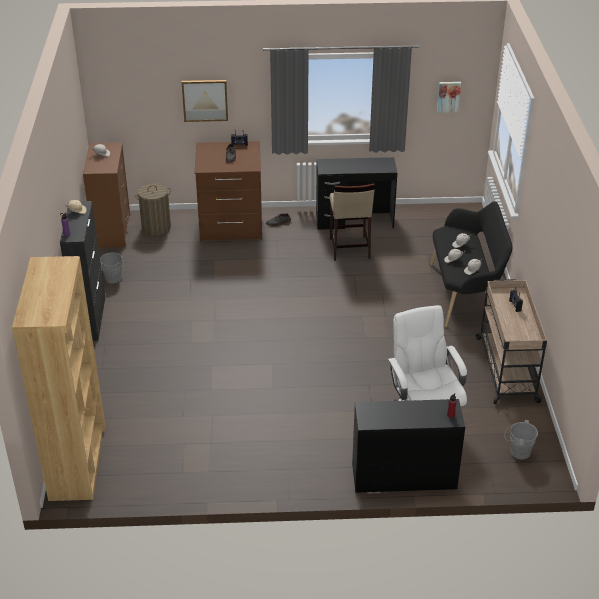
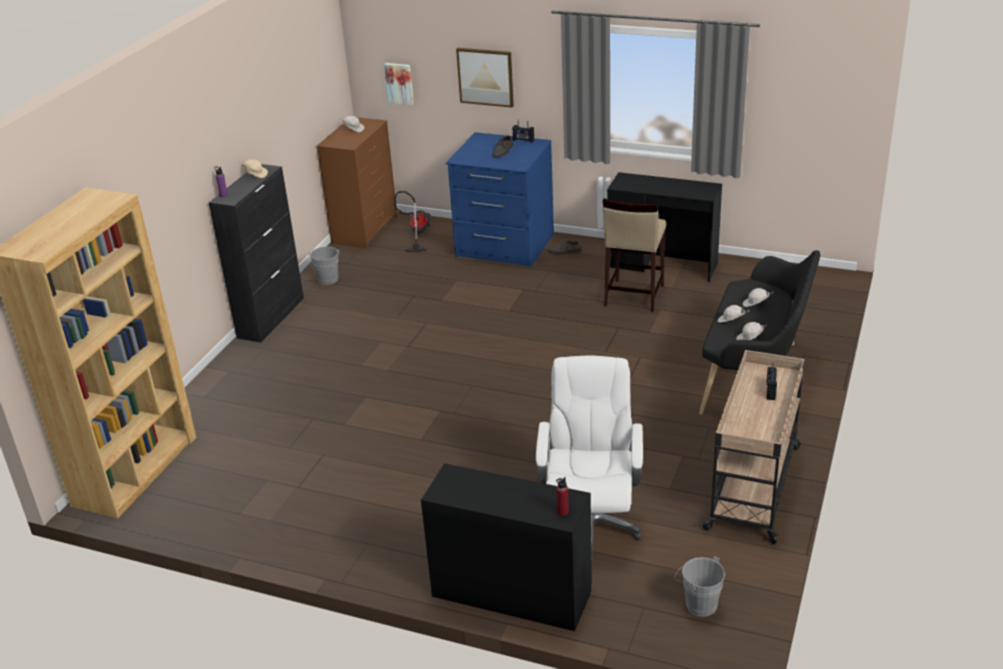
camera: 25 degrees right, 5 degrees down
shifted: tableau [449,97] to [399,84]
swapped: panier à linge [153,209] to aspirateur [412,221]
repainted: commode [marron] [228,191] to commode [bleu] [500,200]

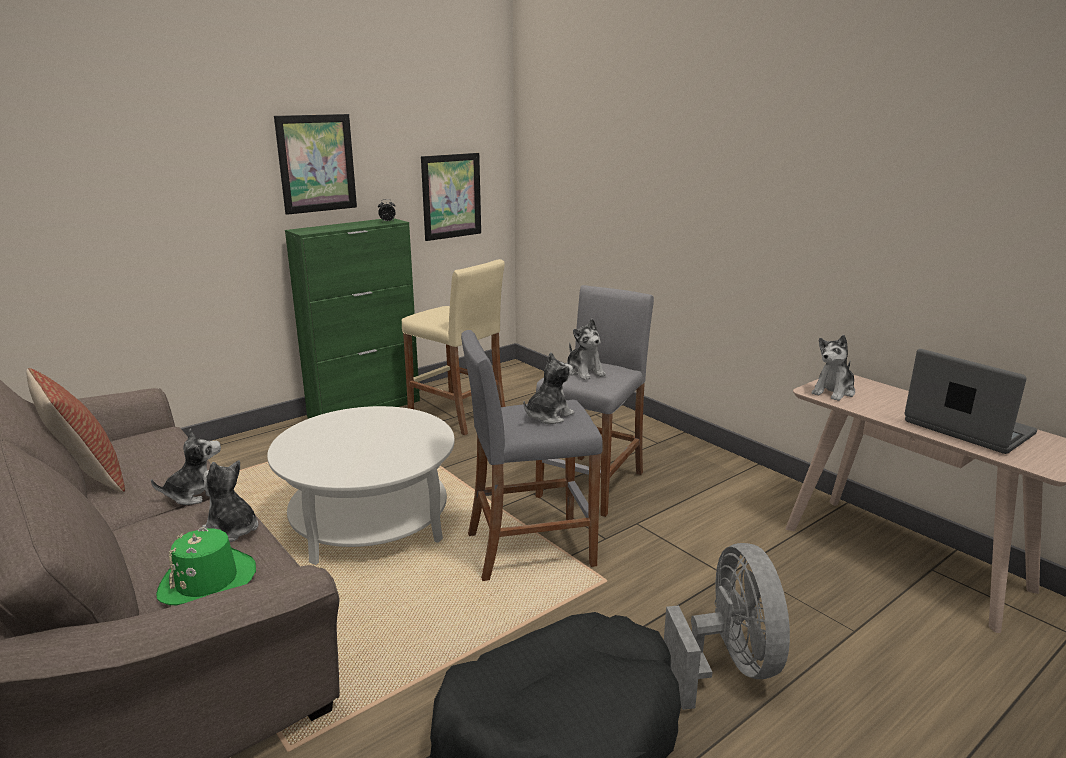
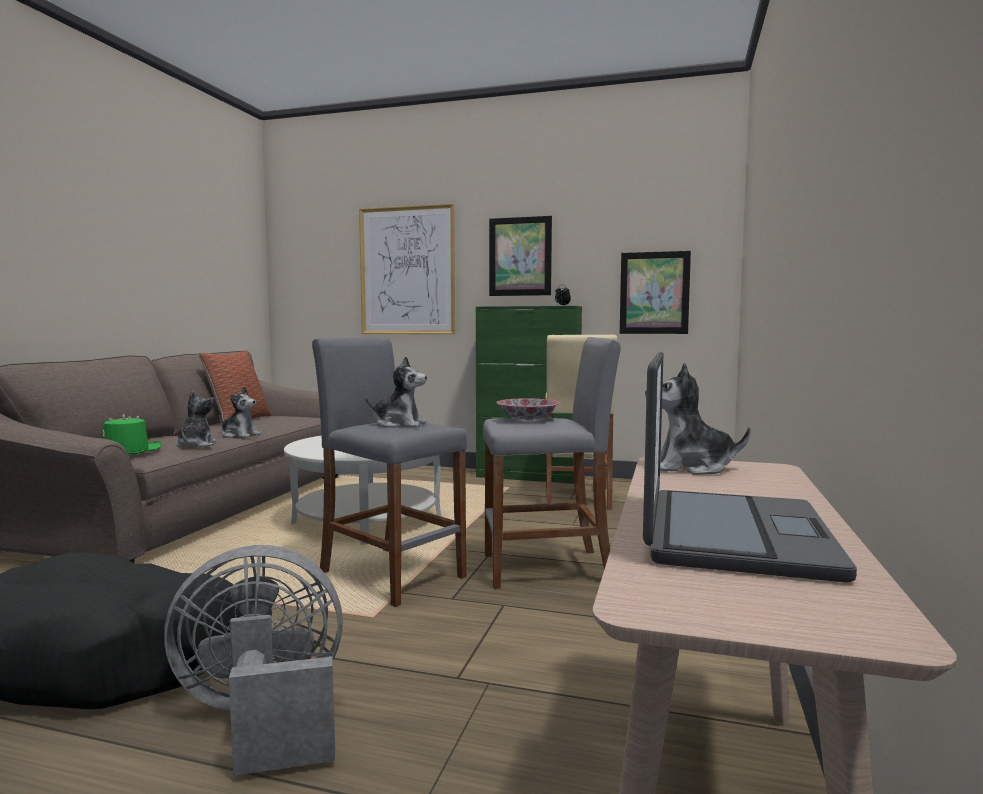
camera: 55 degrees right, 15 degrees down
new: tableau [407,269]
swapped: peluche [586,349] to bol [528,409]
rotated: ventilateur [gris] [727,626] = [253,660] 150 degrees counterclockwise

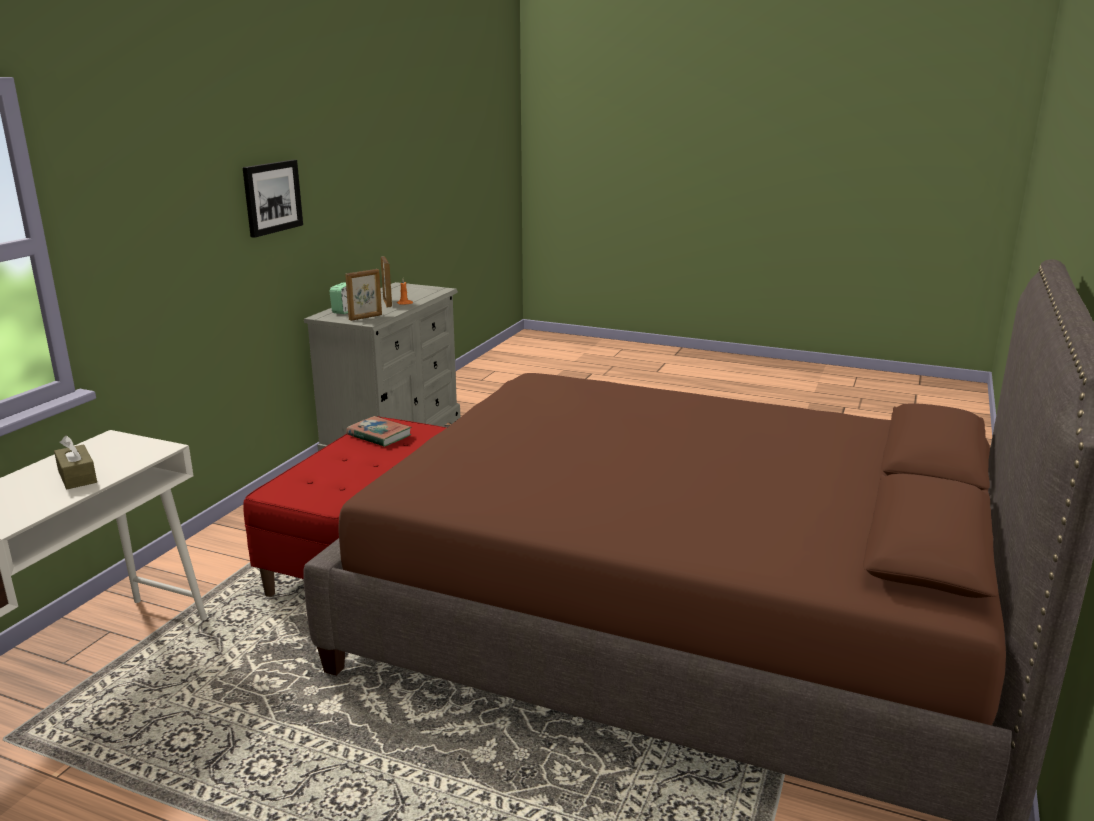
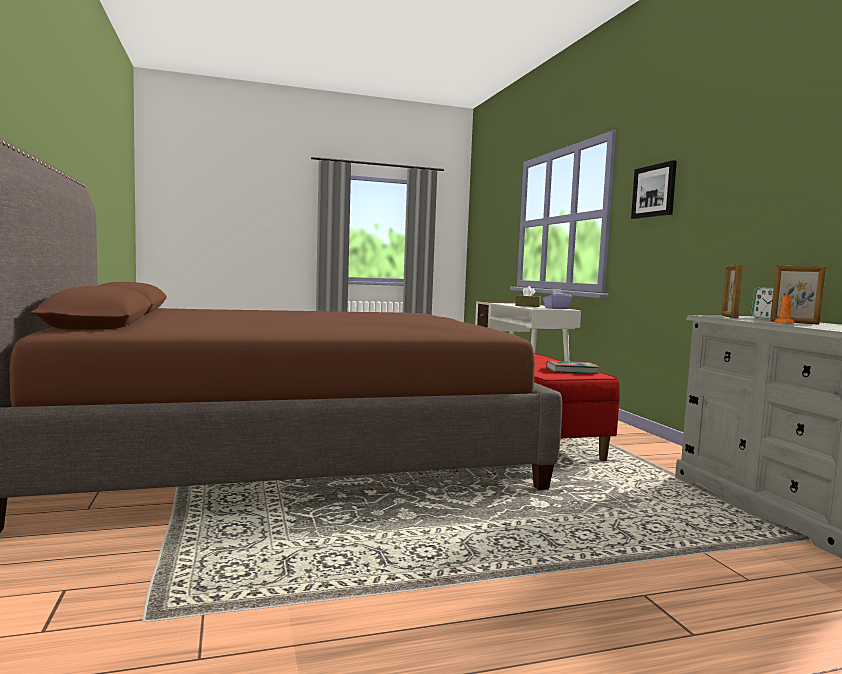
camera: 140 degrees right, 15 degrees down
new: boîte à mouchoirs [violet] [557,299]
shifted: tableau [273,199] to [654,189]

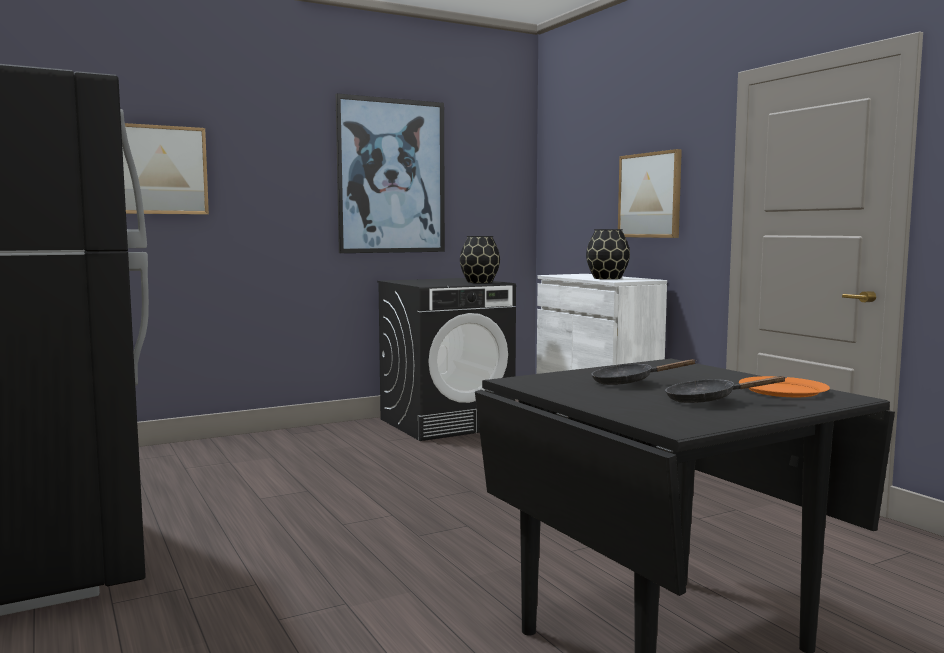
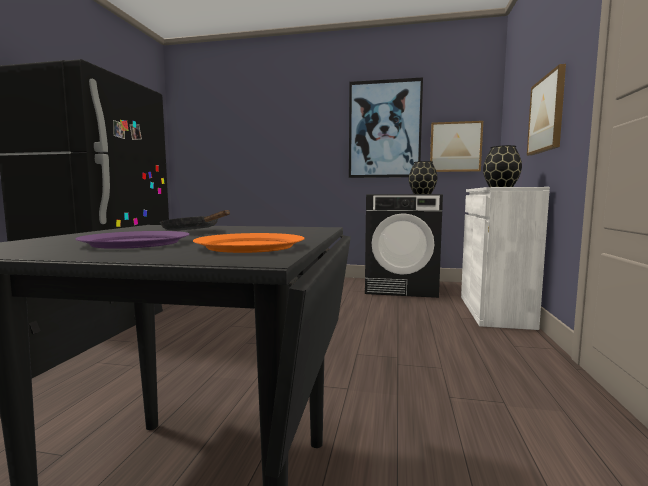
camera: 40 degrees right, 0 degrees up
shifted: tableau [165,168] to [456,146]
swapped: poêle [noir] [726,389] to assiette [violet] [132,240]

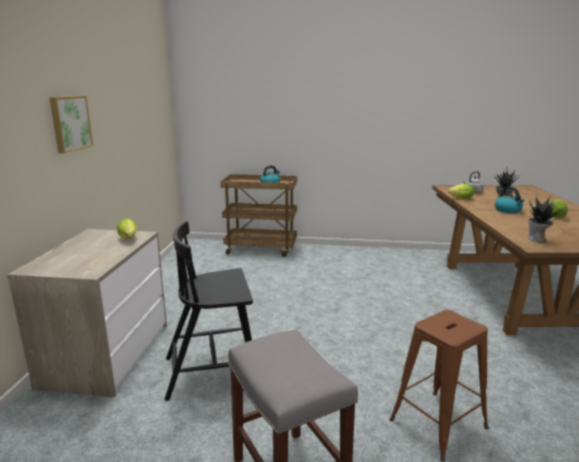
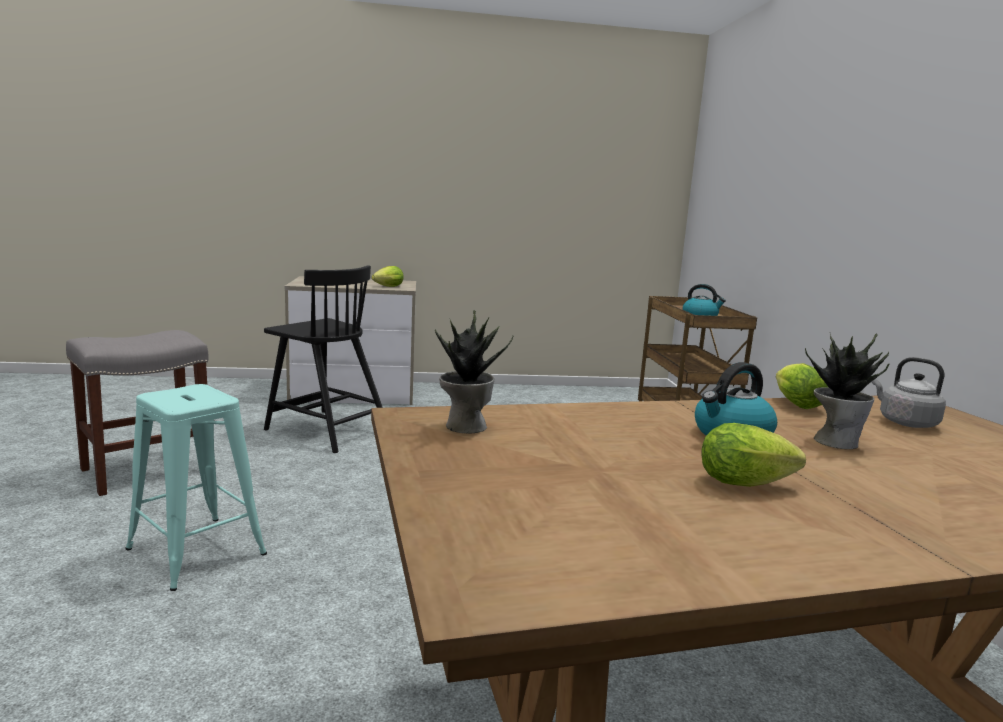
camera: 75 degrees right, 5 degrees down
gone: tableau [71,124]
repainted: tabouret [marron] [439,385] to tabouret [turquoise] [196,487]
rotated: chaise [noir] [209,311] = [323,359] 150 degrees clockwise

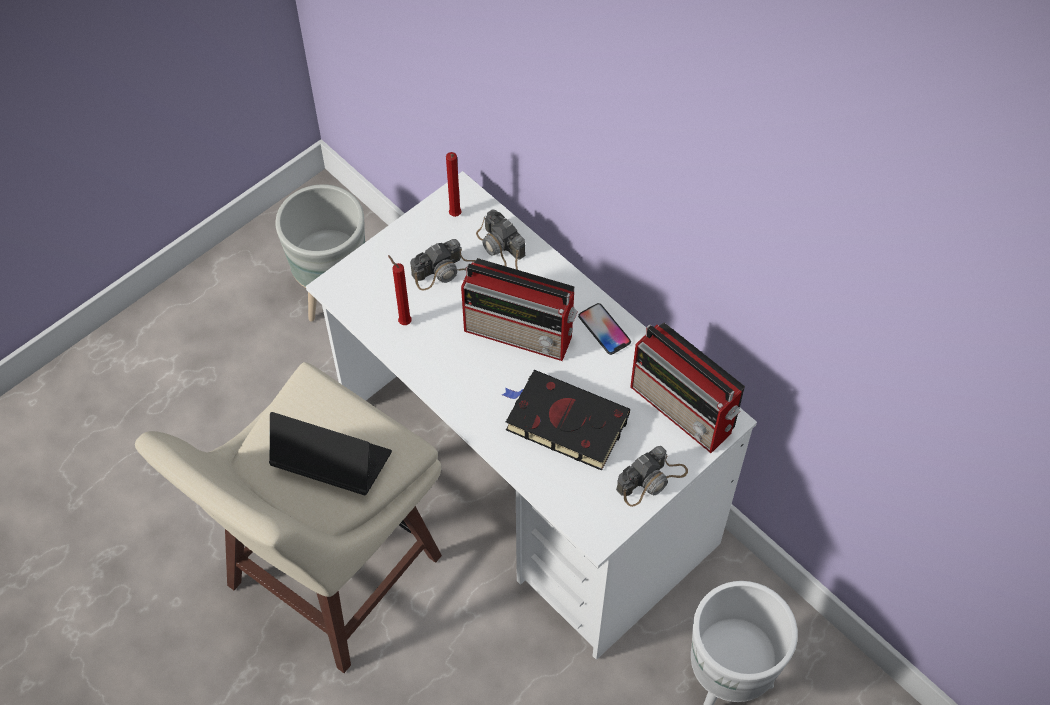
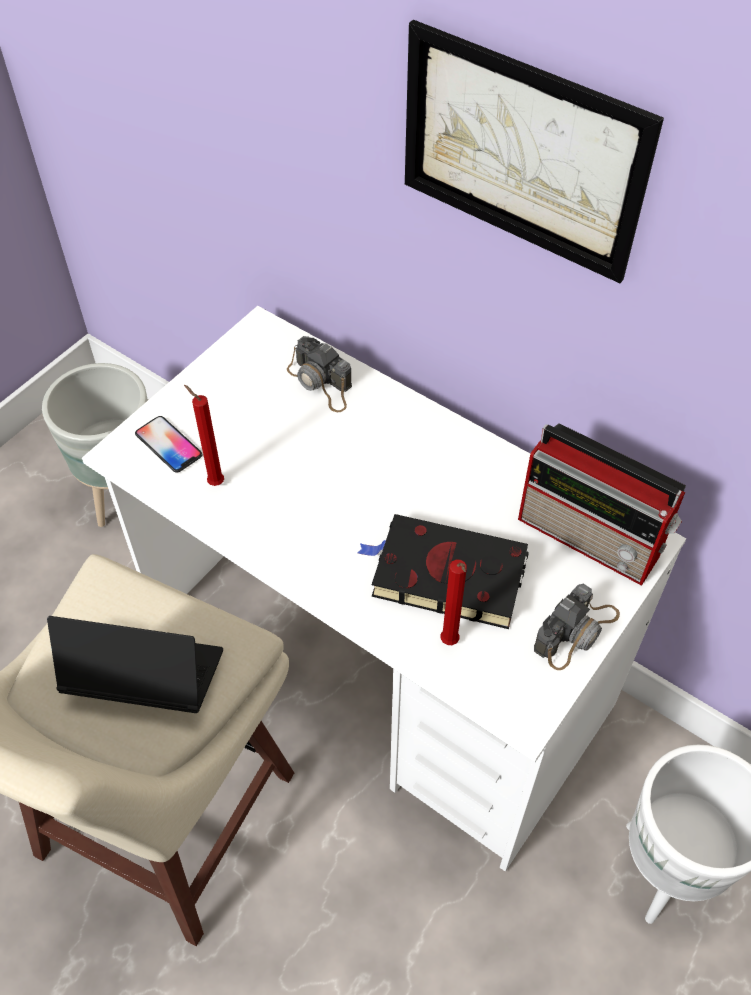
camera: 10 degrees left, 5 degrees down
gone: appareil photo [442,265]; radio [519,309]
new: tableau [534,151]
shifted: bougie [rouge] [454,184] to [453,602]; téléphone [604,329] to [169,444]

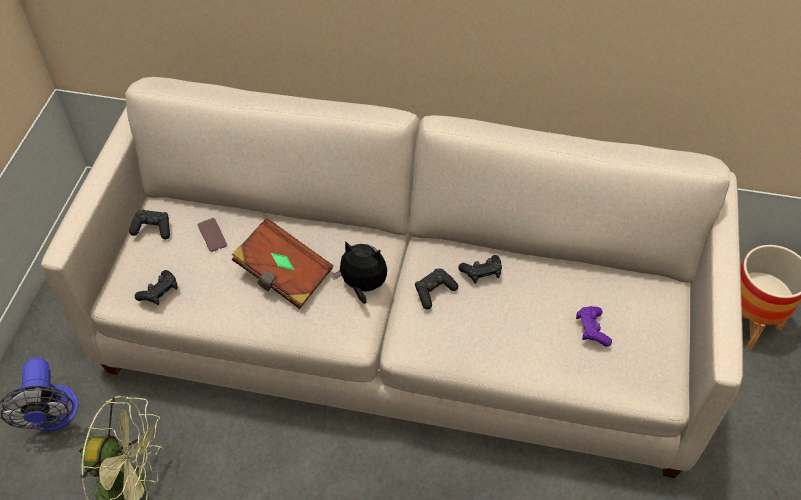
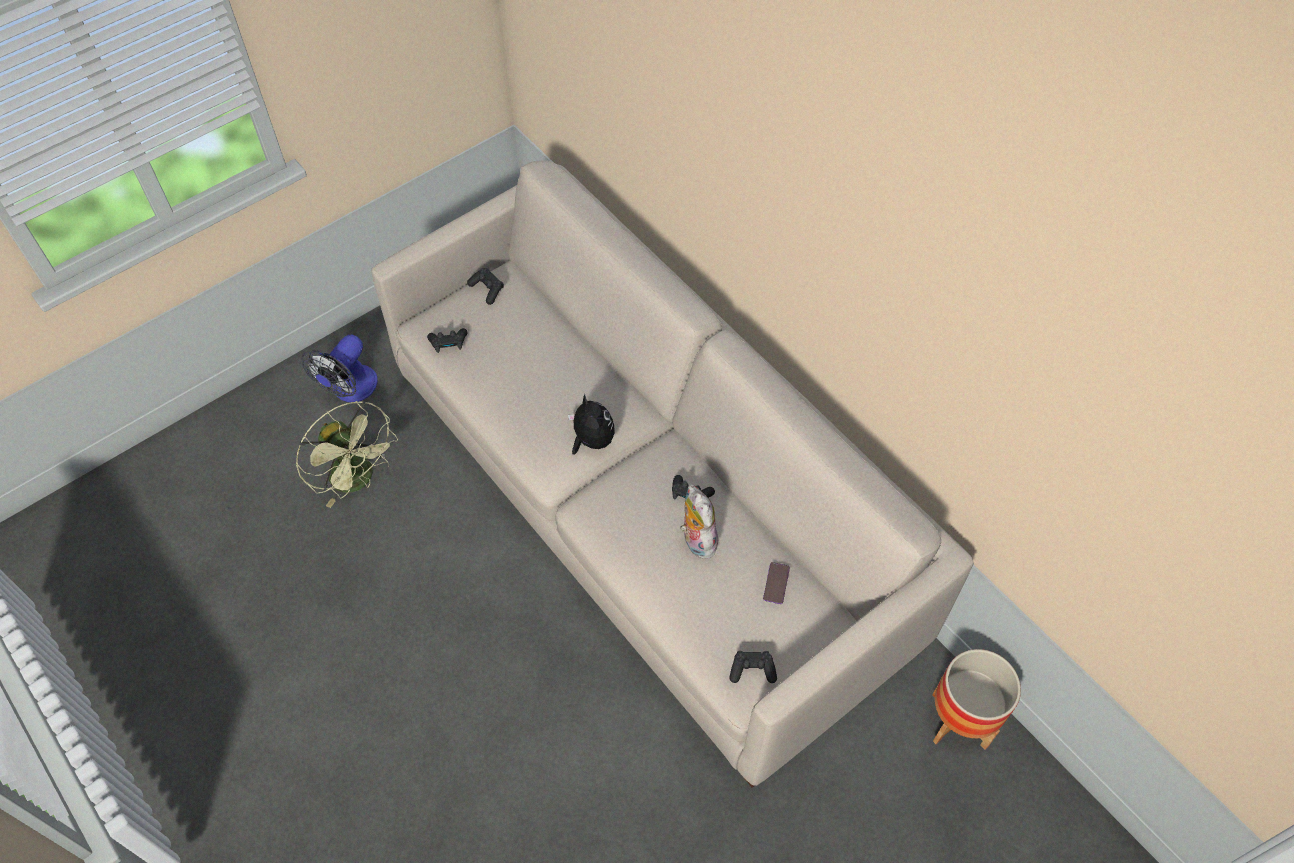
camera: 40 degrees right, 5 degrees up
gone: livre [marron] [282,263]; manette [violet] [594,326]
new: peluche [699,521]
shifted: téléphone [212,235] to [776,583]; manette [noir] [436,289] to [753,667]

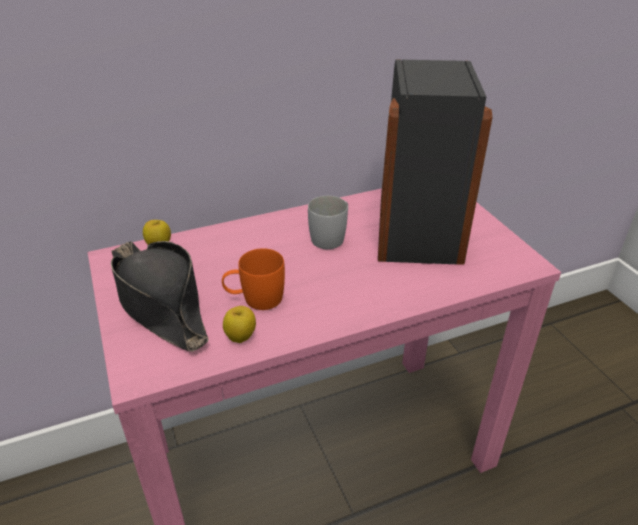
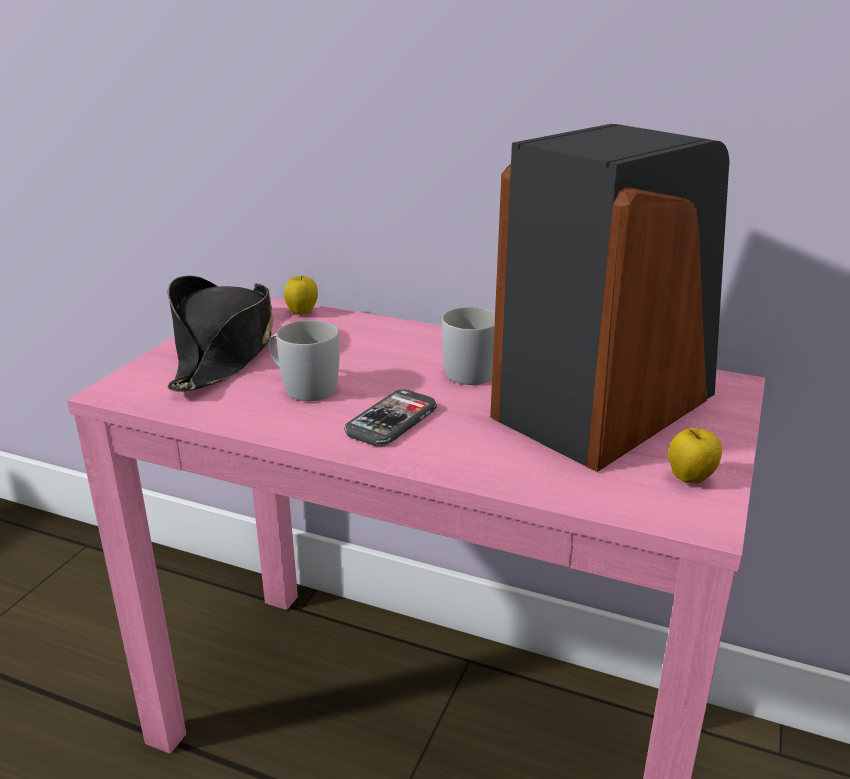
camera: 45 degrees right, 10 degrees down
new: téléphone [390,417]
shifted: pomme [239,324] to [695,456]
repainted: mug [orange] [253,279] to mug [blanc] [304,360]

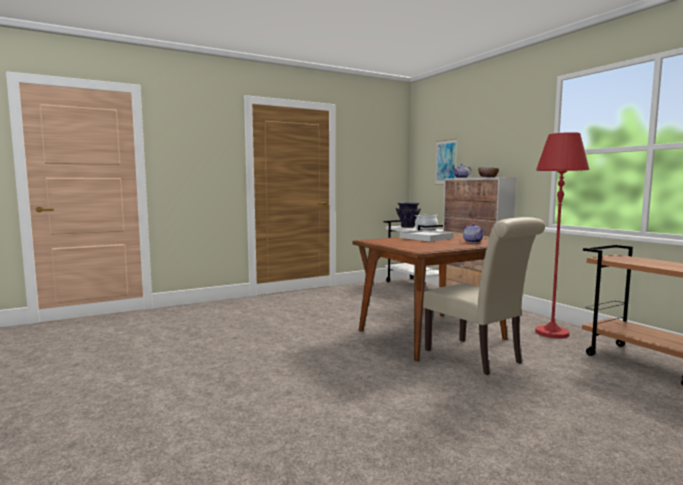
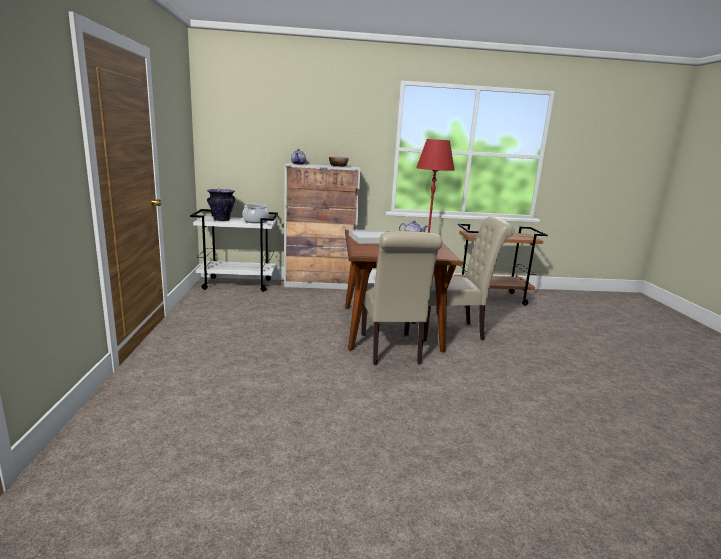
camera: 65 degrees left, 10 degrees up
gone: tableau [446,162]
new: chaise [beige] [401,298]

